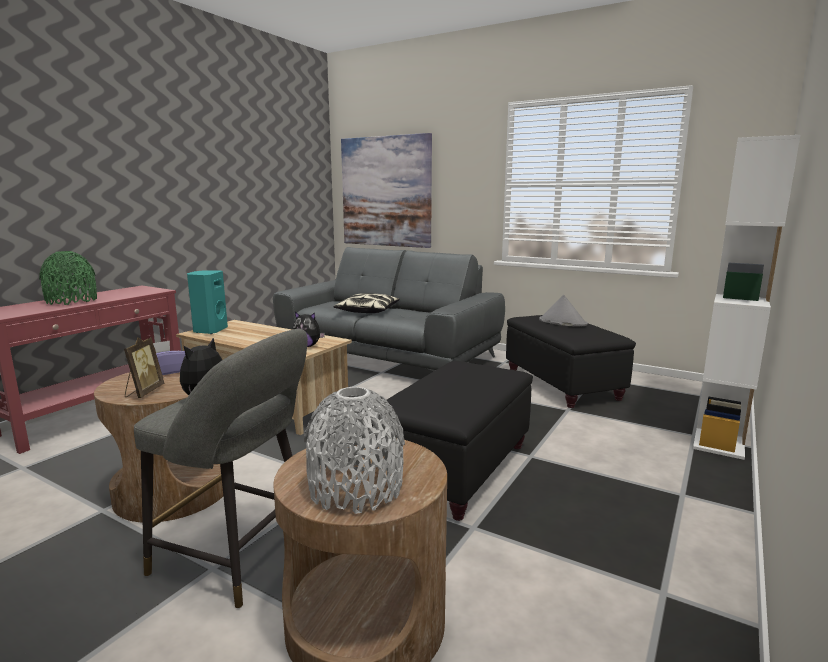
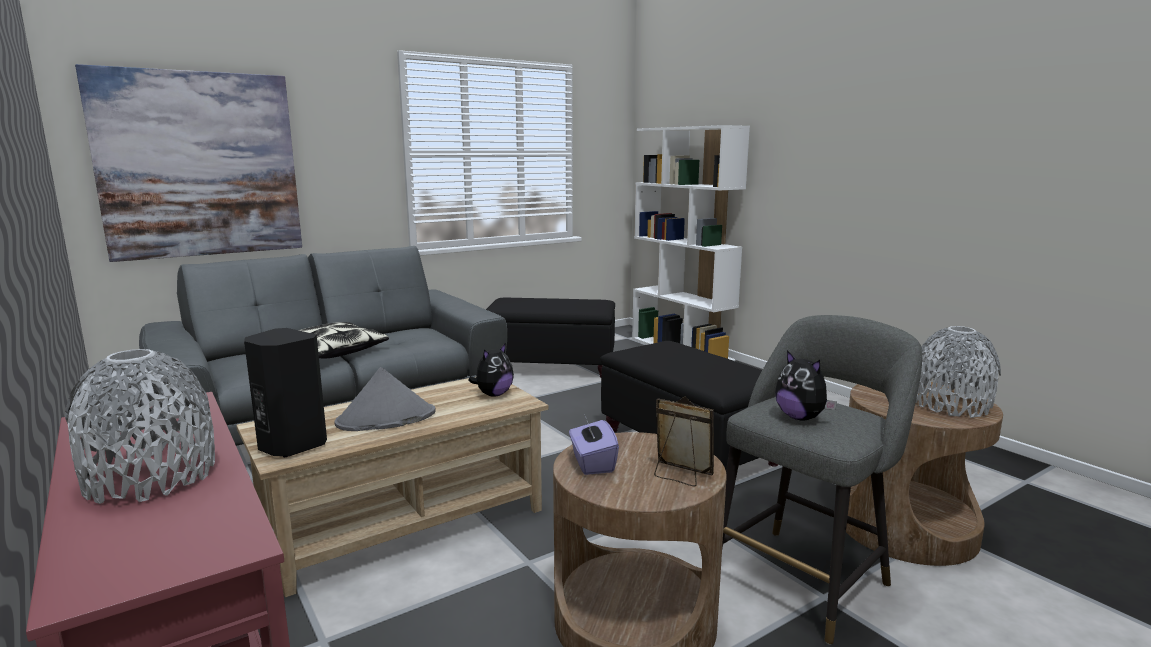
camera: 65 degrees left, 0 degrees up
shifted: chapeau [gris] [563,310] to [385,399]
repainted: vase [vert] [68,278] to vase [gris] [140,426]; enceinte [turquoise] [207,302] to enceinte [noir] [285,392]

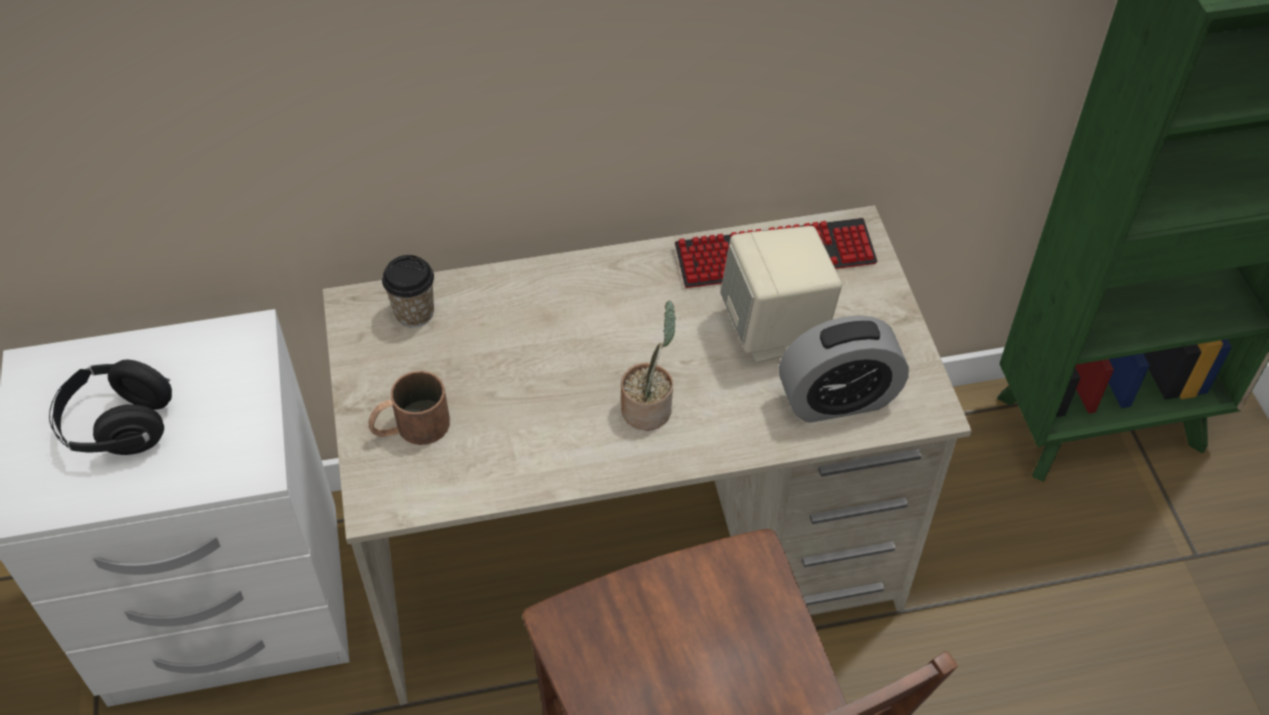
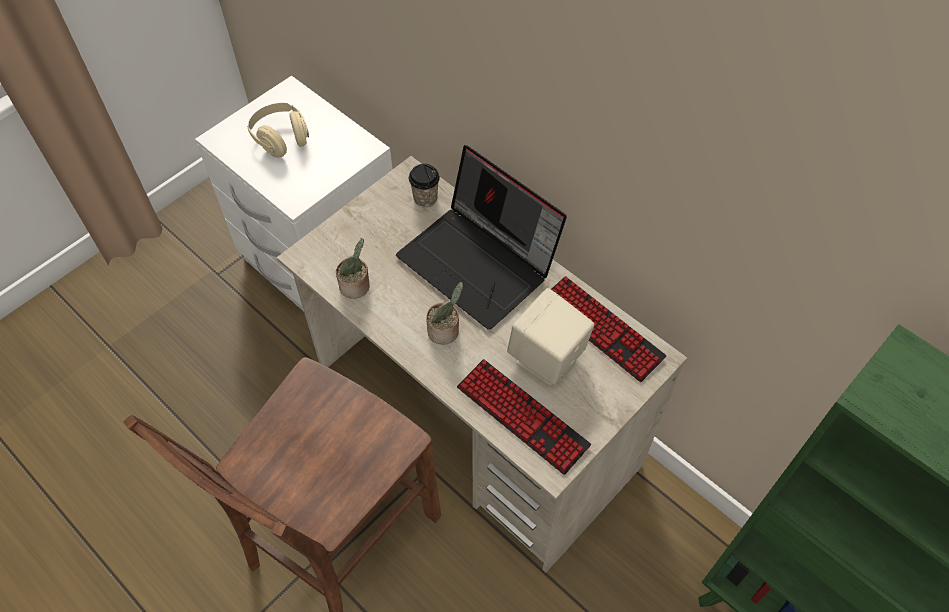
camera: 55 degrees right, 5 degrees up
gone: mug [marron] [409,408]
new: plante en pot [353,268]; ordinateur portable [481,237]
swapped: réveil [844,369] to clavier [524,417]
repainted: casque audio [noir] [110,407] to casque audio [beige] [278,130]

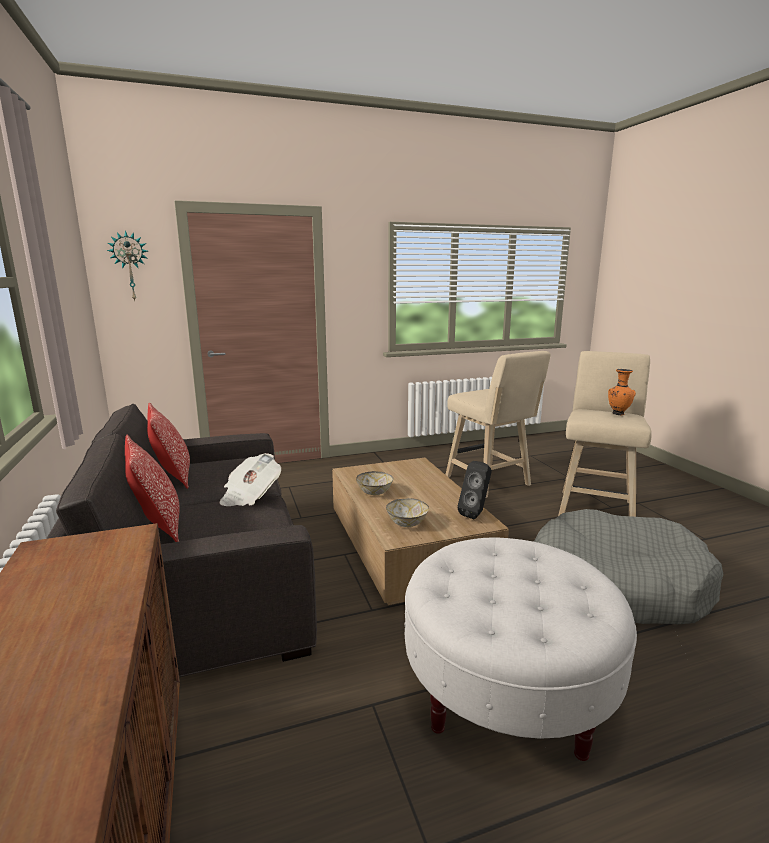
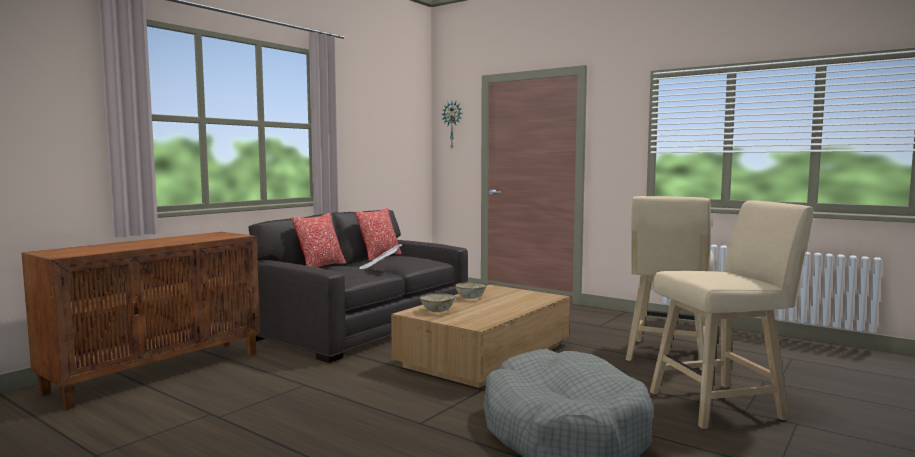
camera: 55 degrees right, 10 degrees down
gone: pouf [blanc] [521,649]; enceinte [noir] [474,490]; vase [orange] [622,392]

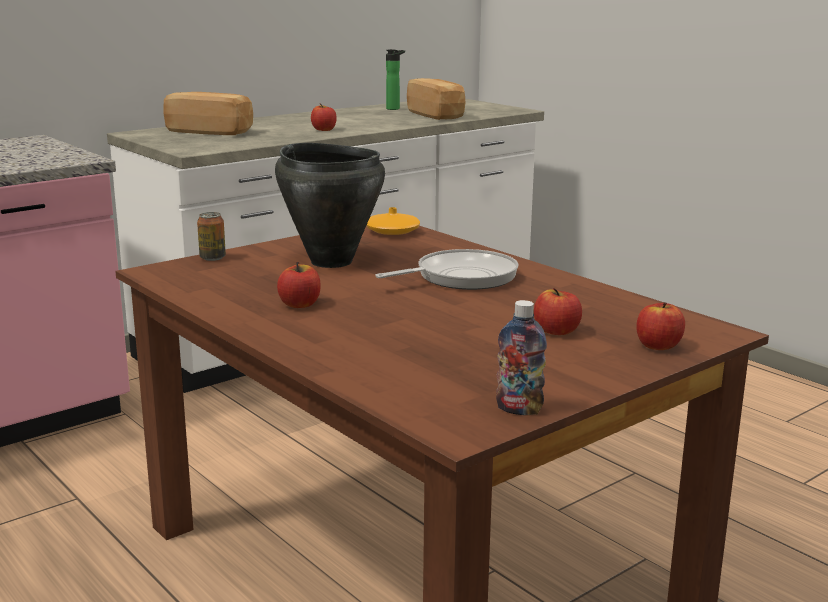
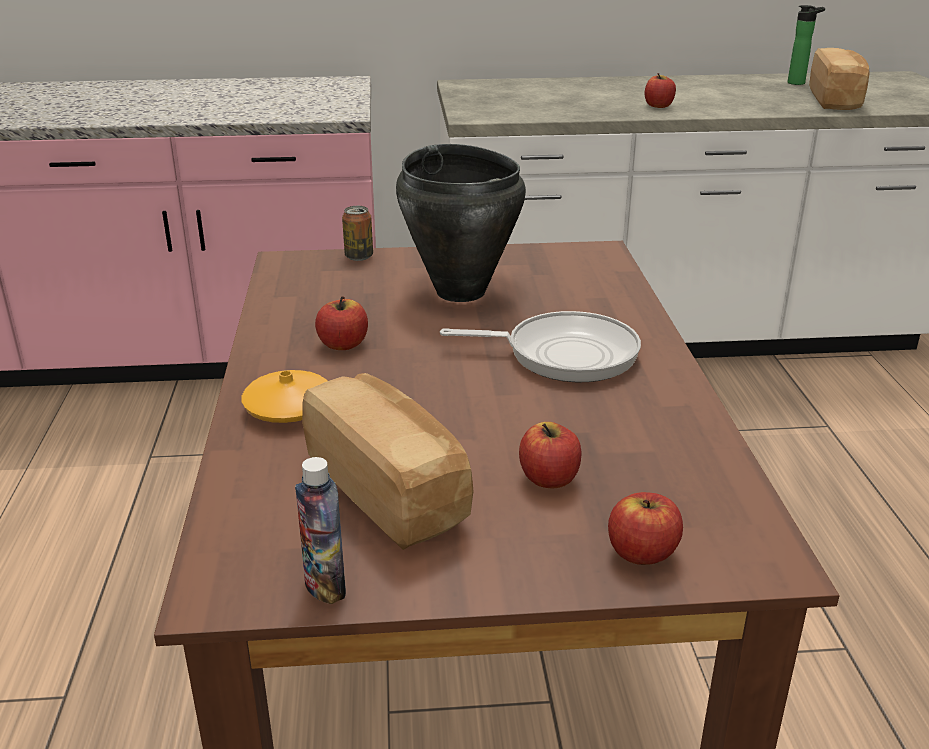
camera: 35 degrees right, 10 degrees up
shifted: pain [208,113] to [387,461]; vase [orange] [393,221] to [284,396]

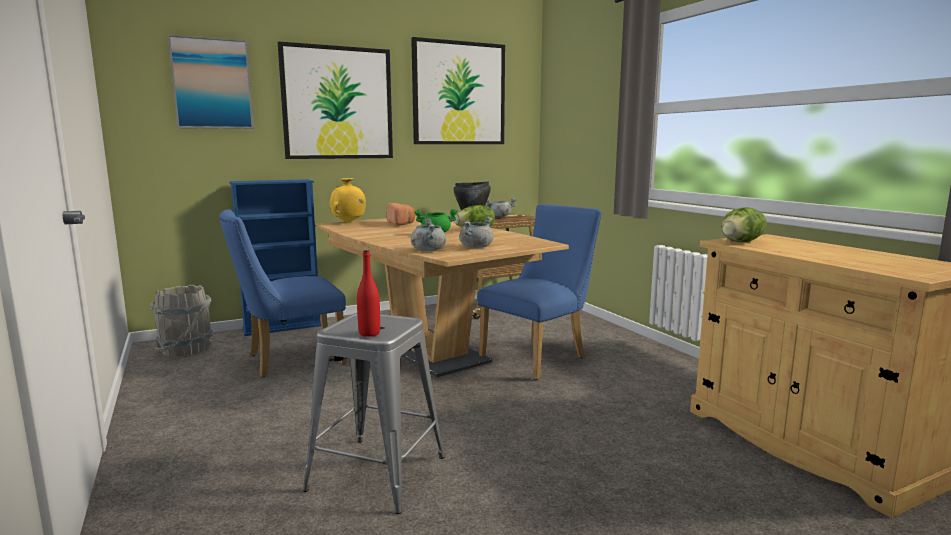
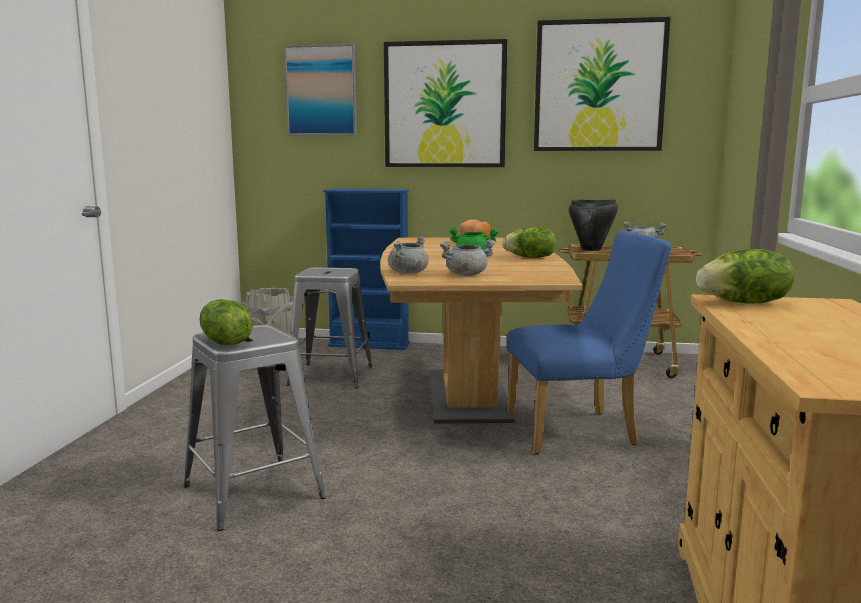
camera: 35 degrees right, 0 degrees up
gone: vase [jaune] [348,200]
swapped: chaise [bleu] [283,293] to tabouret [gris] [329,327]; bouteille [rouge] [368,293] to laitue [226,322]

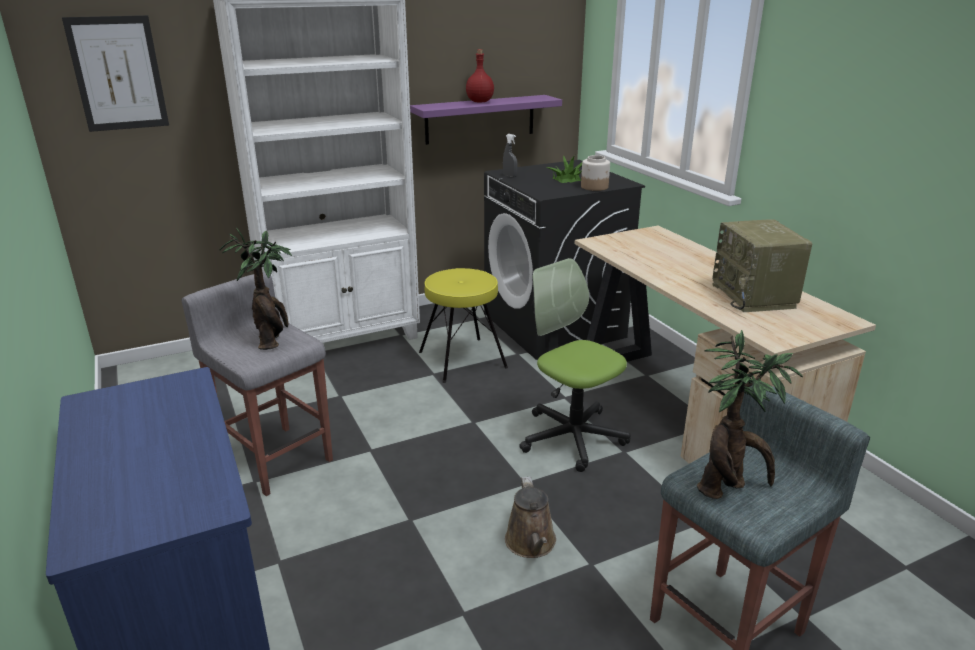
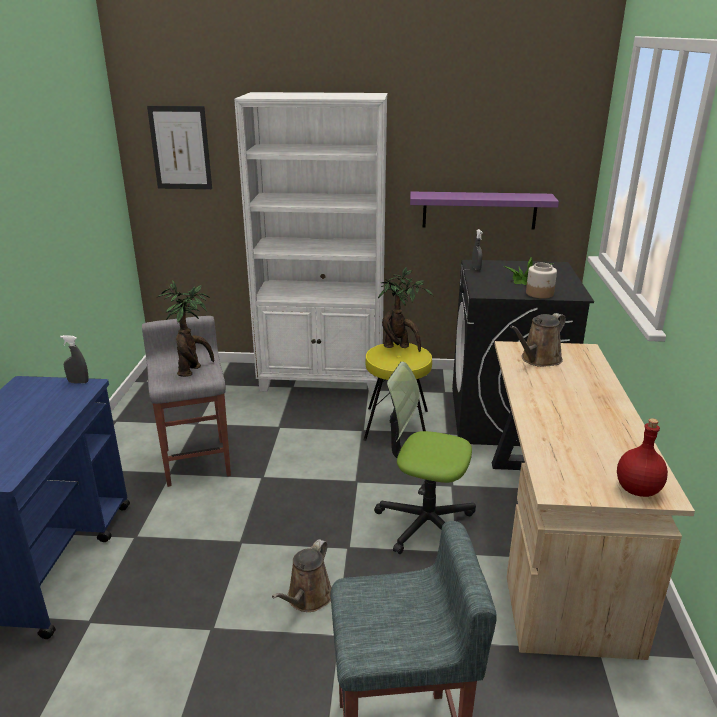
camera: 30 degrees right, 0 degrees up
gone: radio [762,265]
new: vaporisateur [gris] [74,359]; arrosoir [marron] [538,340]
shifted: bouteille [rouge] [480,75] to [642,457]; plante en pot [750,414] to [405,309]
rotated: chaise de bureau [574,365] = [425,458] 60 degrees counterclockwise

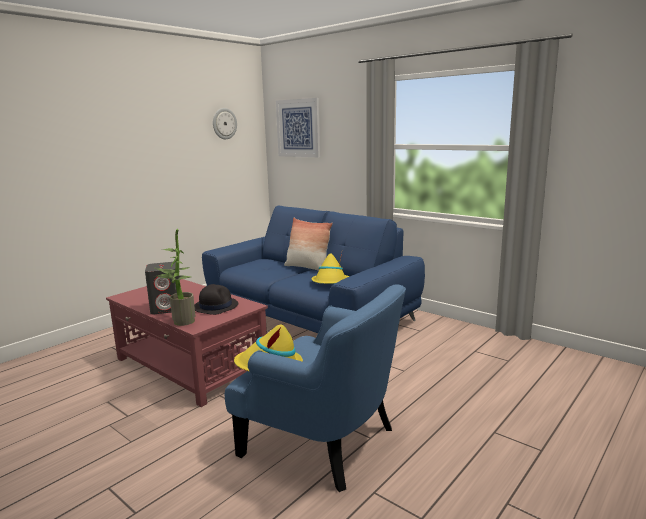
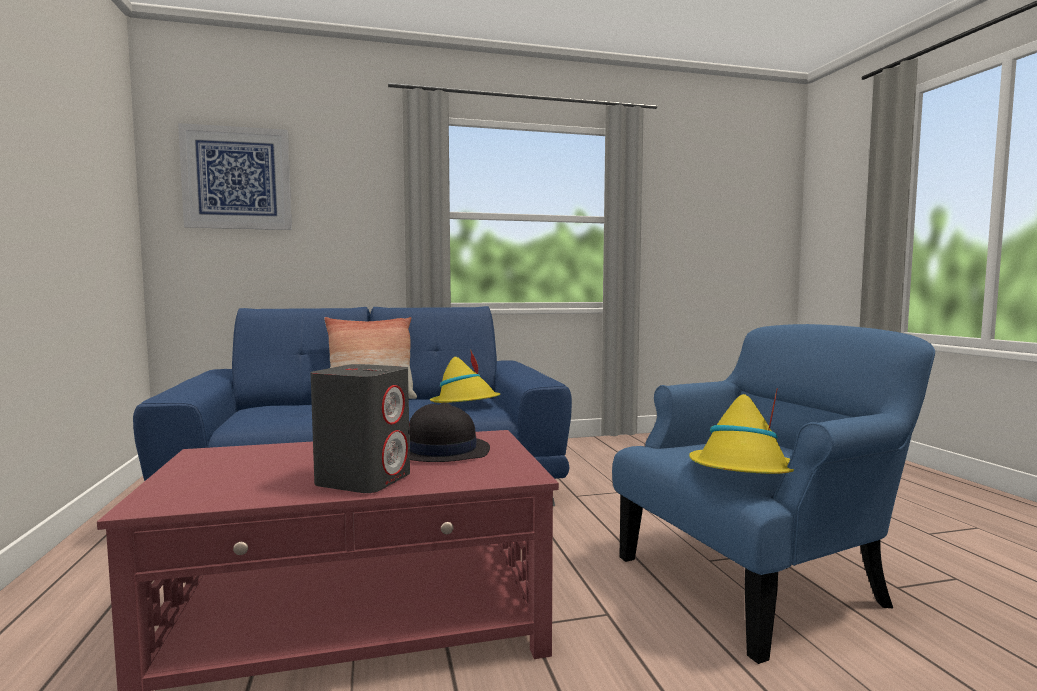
camera: 55 degrees left, 10 degrees down
gone: plante en pot [174,277]; horloge murale [225,123]

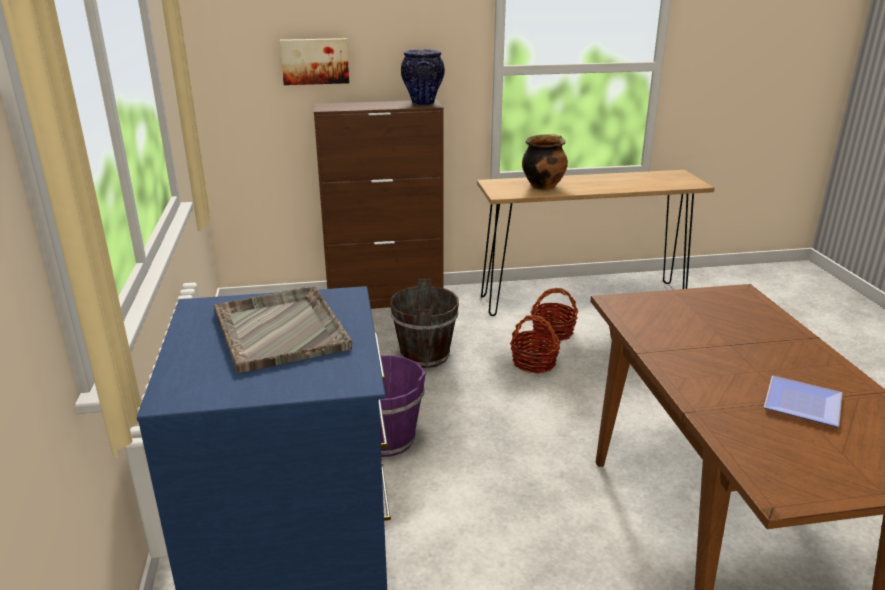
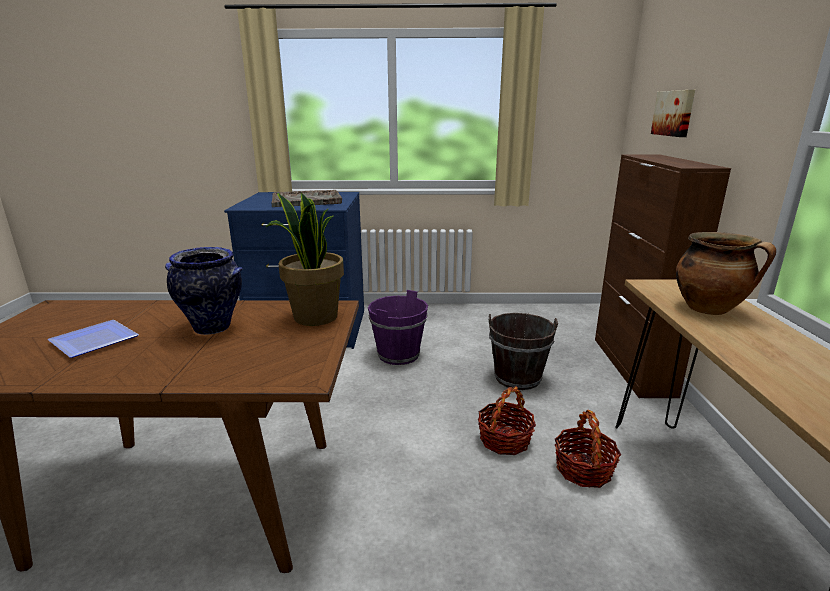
camera: 100 degrees right, 5 degrees down
new: plante en pot [305,259]
shifted: vase [423,77] to [204,291]

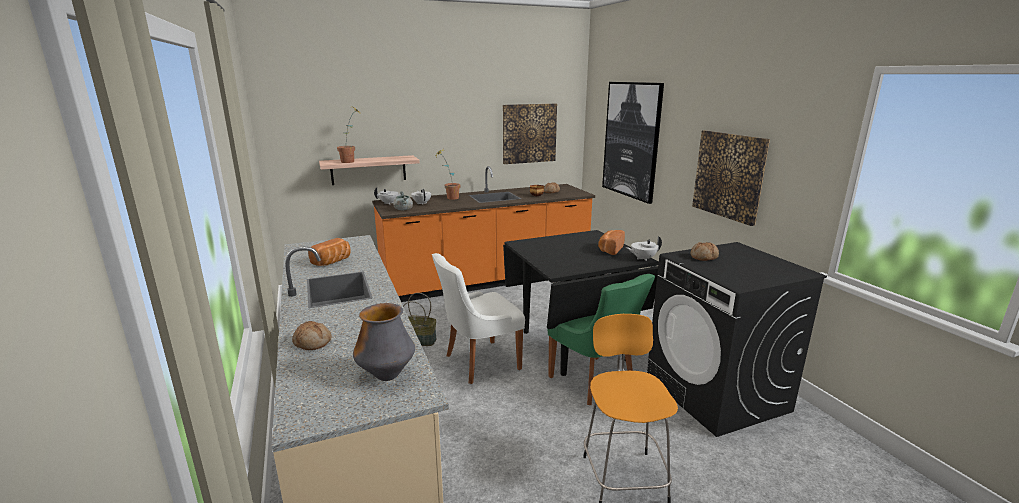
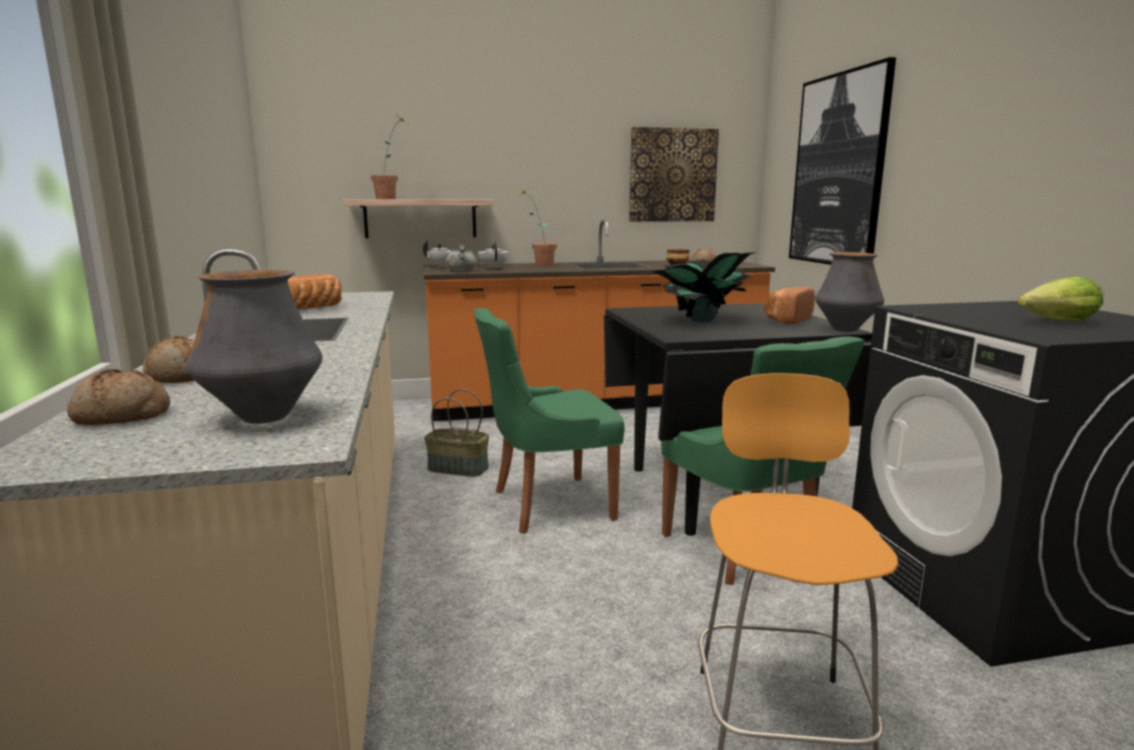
camera: 10 degrees right, 5 degrees down
gone: tableau [731,178]
new: plante en pot [701,287]; laitue [1060,298]
shifted: pain [704,251] to [118,397]
swapped: théière [blanc] [644,248] to vase [849,292]
repainted: chaise [blanc] [478,318] to chaise [vert] [549,421]

